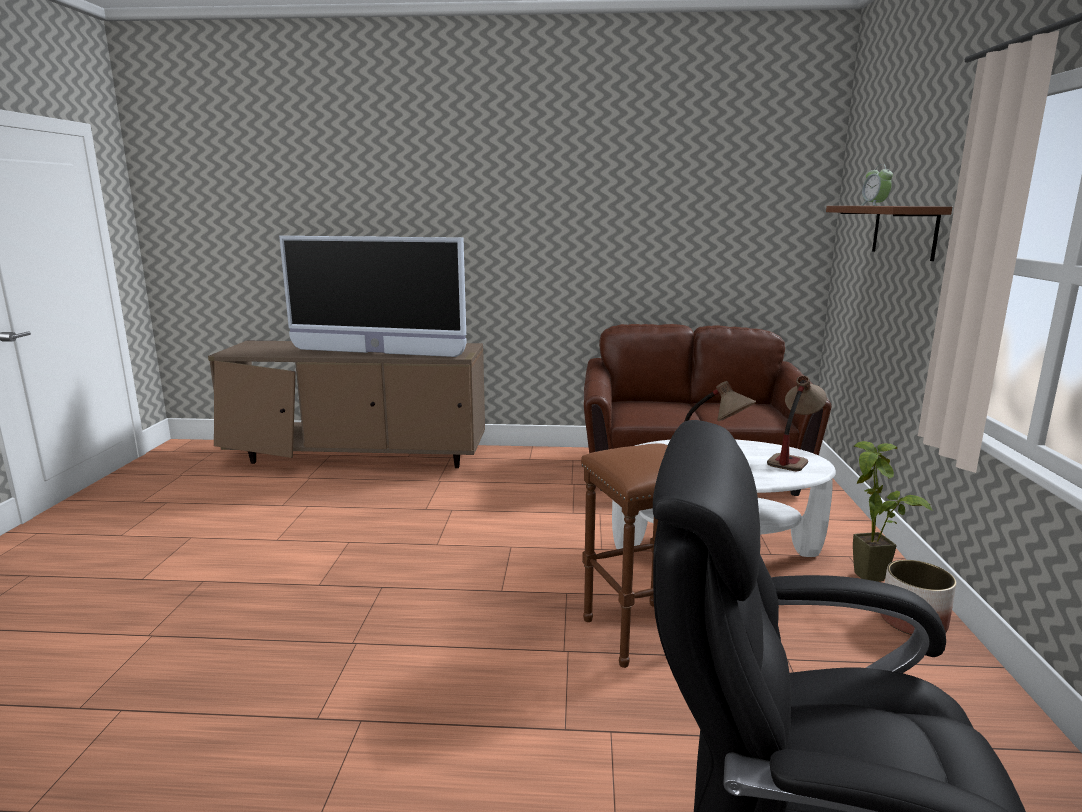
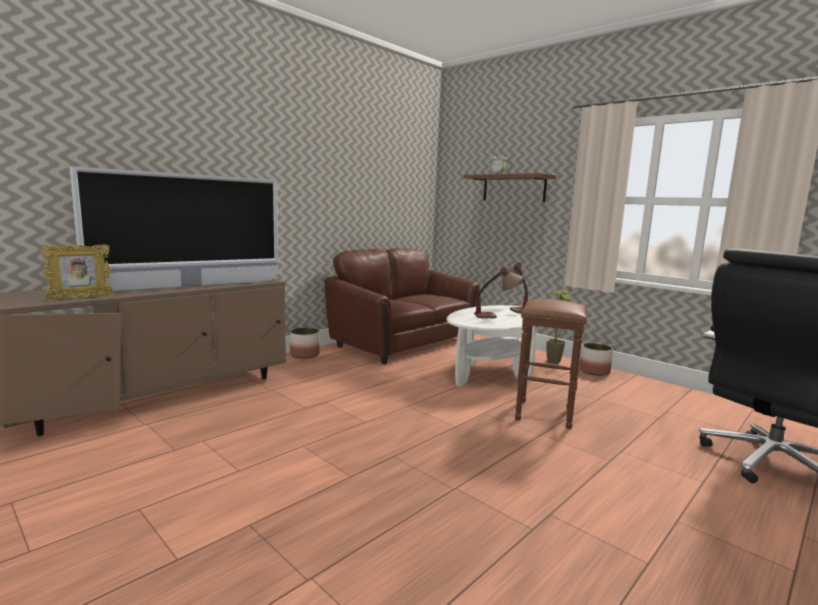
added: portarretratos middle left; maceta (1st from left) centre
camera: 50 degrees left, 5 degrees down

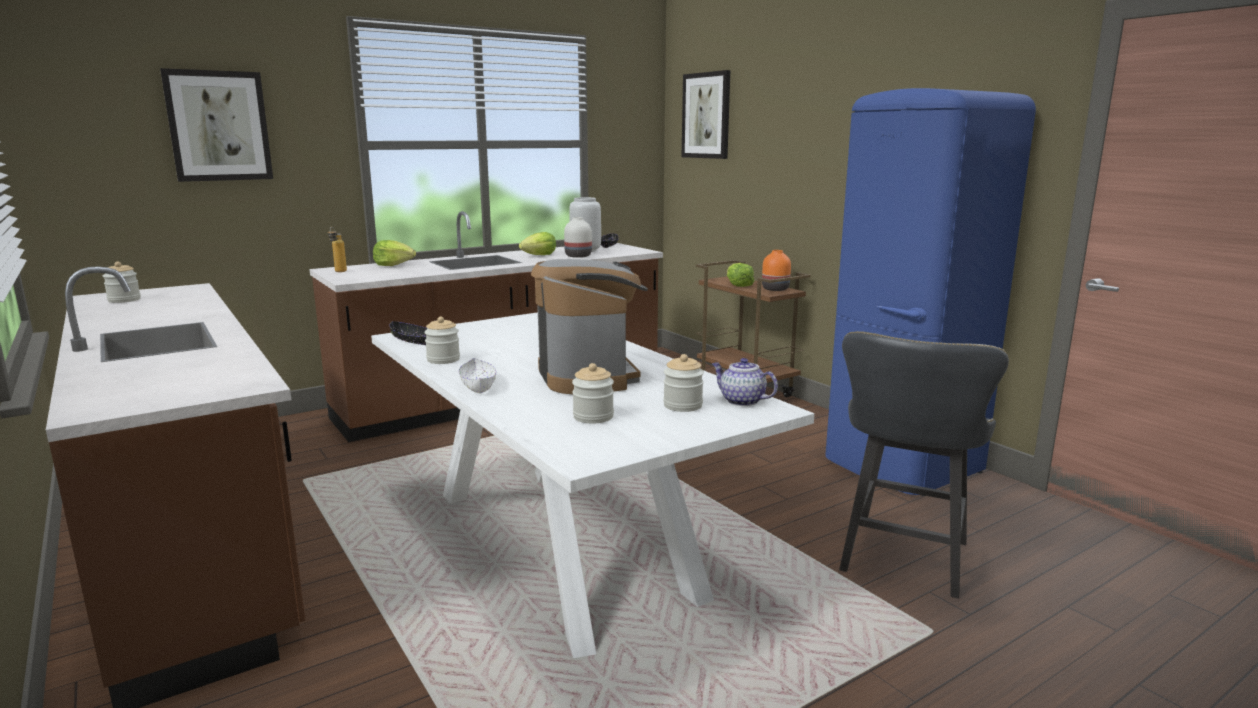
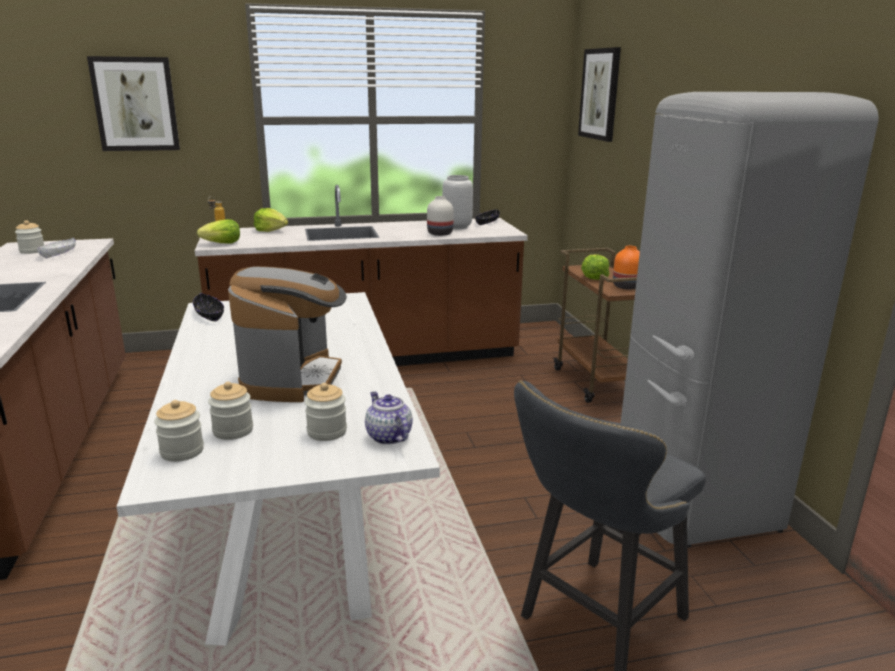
moved: lechuga (2nd from left in the first image) centre to lechuga (1st from left) middle left; tarro (2nd from left) centre to middle left; cuenco/blanco centre to middle left
recoloured: nevera/azul middle right to nevera/gris middle right
camera: 20 degrees right, 5 degrees up

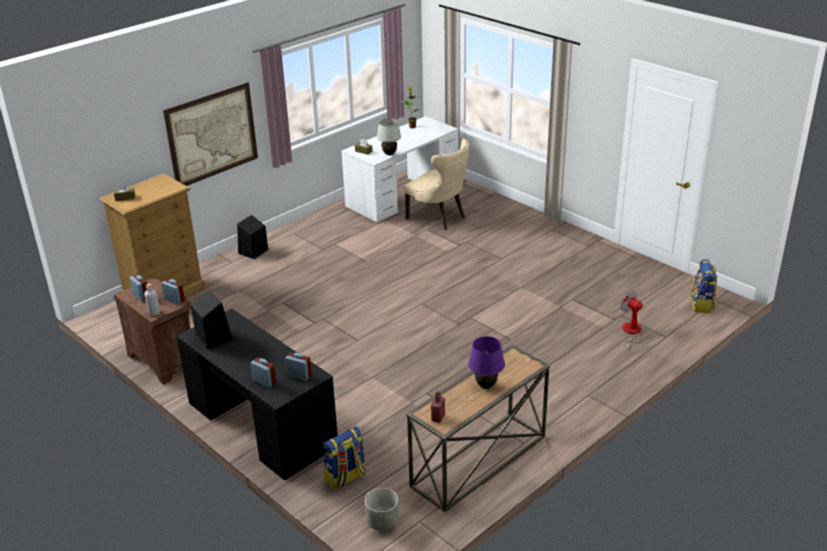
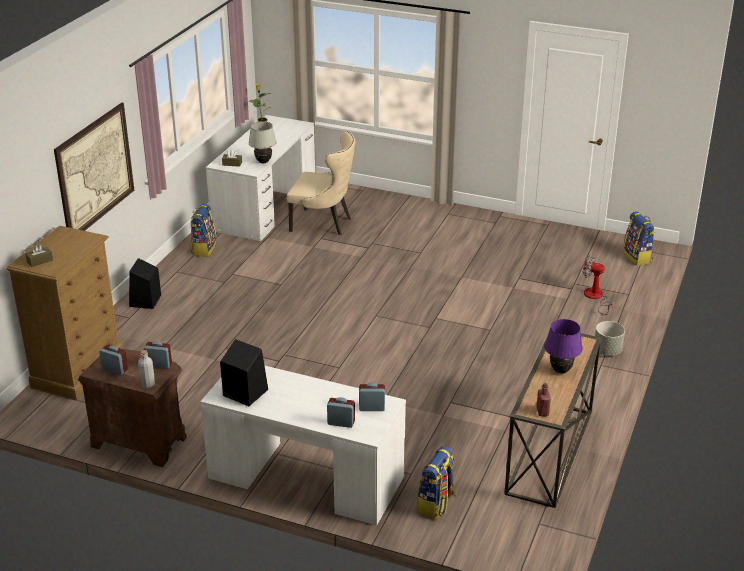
added: mochila (1st from left) middle left
moved: maceta/gris bottom centre to middle right
recoloured: escritorio/negro bottom left to escritorio/blanco (2nd from left) bottom centre
camera: 25 degrees left, 0 degrees up

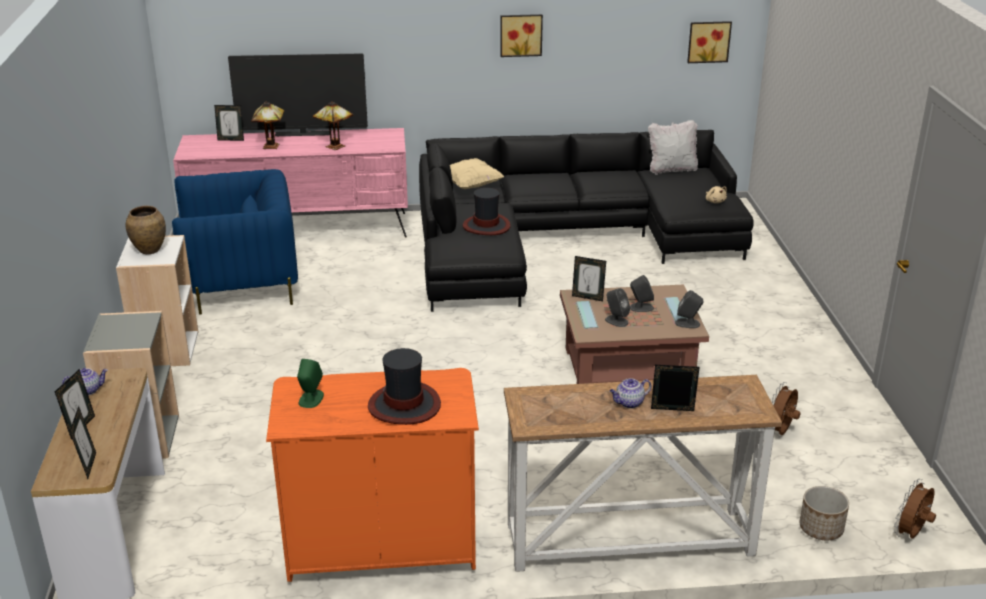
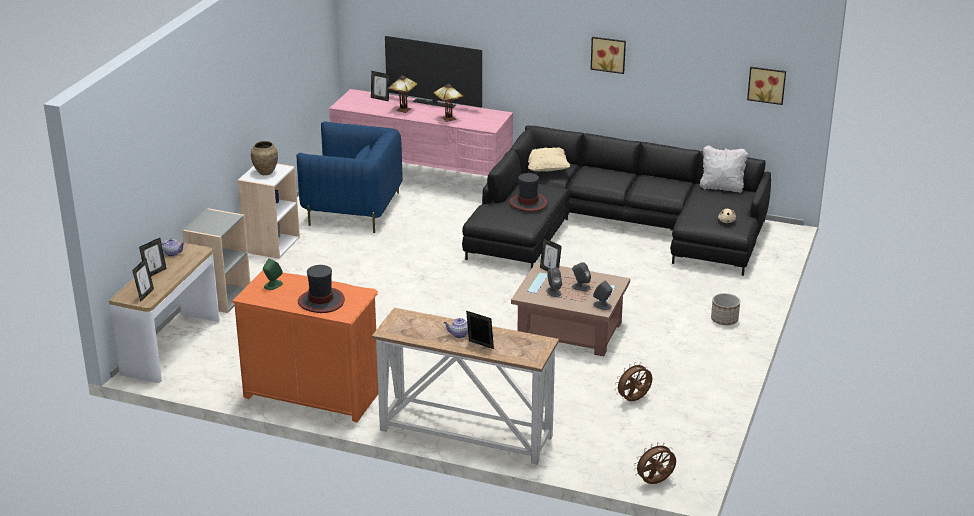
moved: maceta bottom right to middle right
camera: 25 degrees right, 0 degrees up

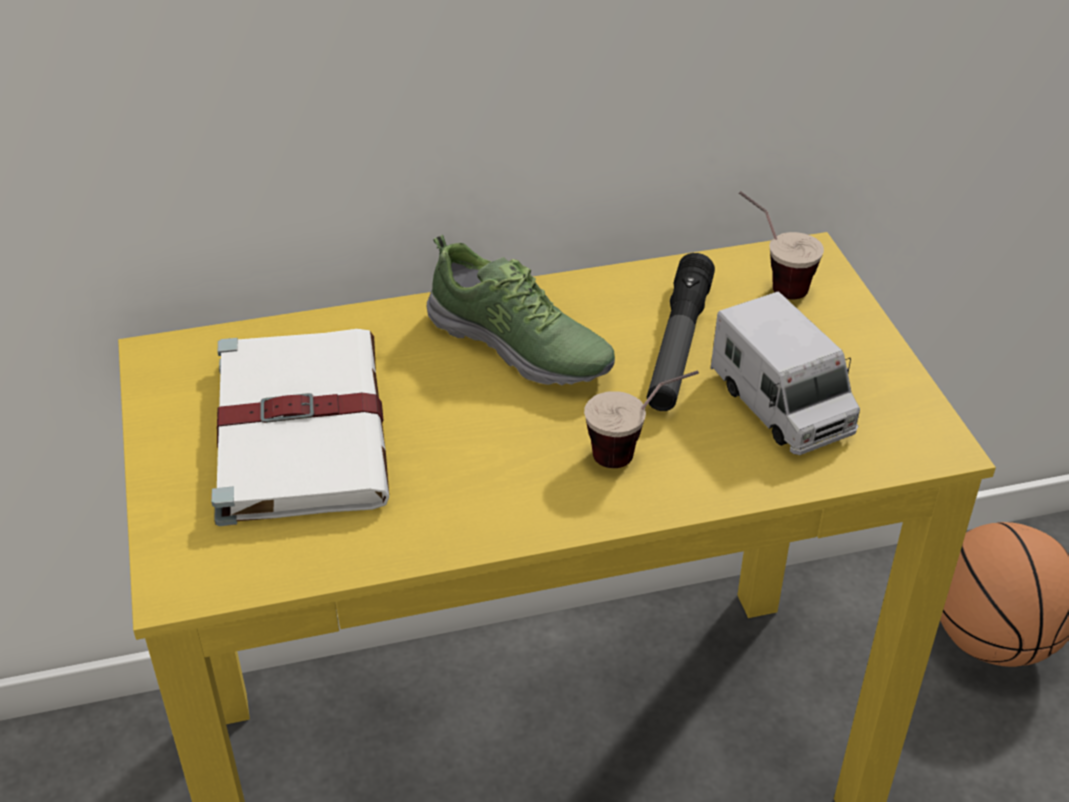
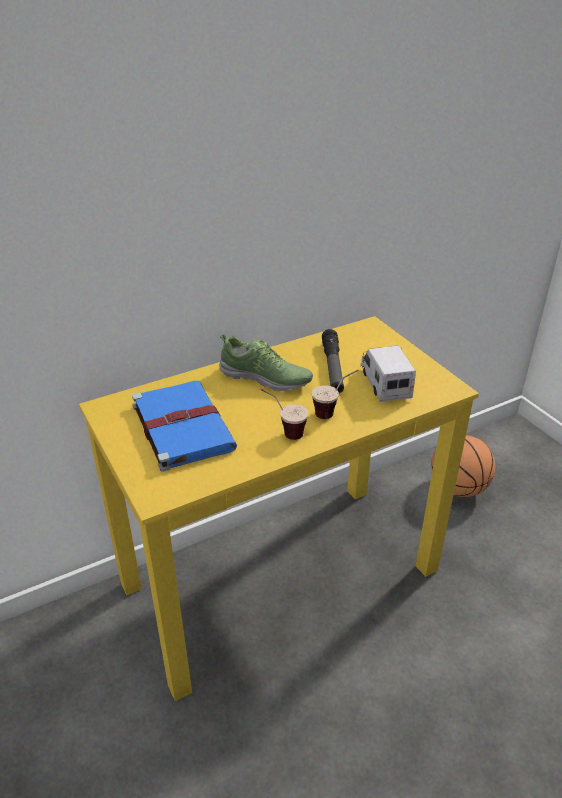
moved: taza (2nd from left in the first image) top right to taza (1st from left) centre
recoloured: libro/blanco middle left to libro/azul middle left
turned: camión de juguete middle right = middle right 150 degrees counterclockwise
camera: 15 degrees left, 5 degrees down

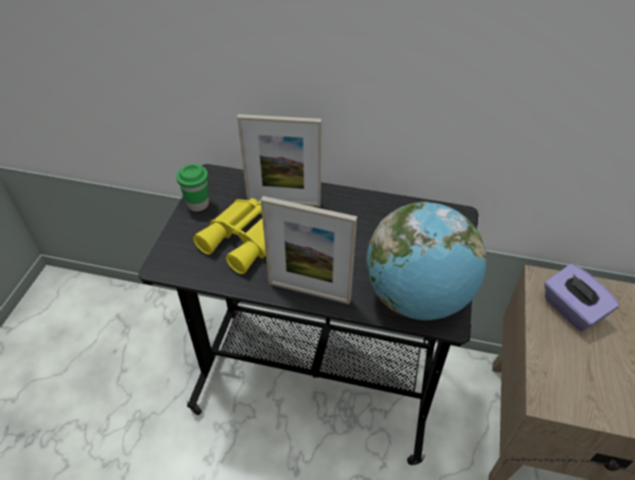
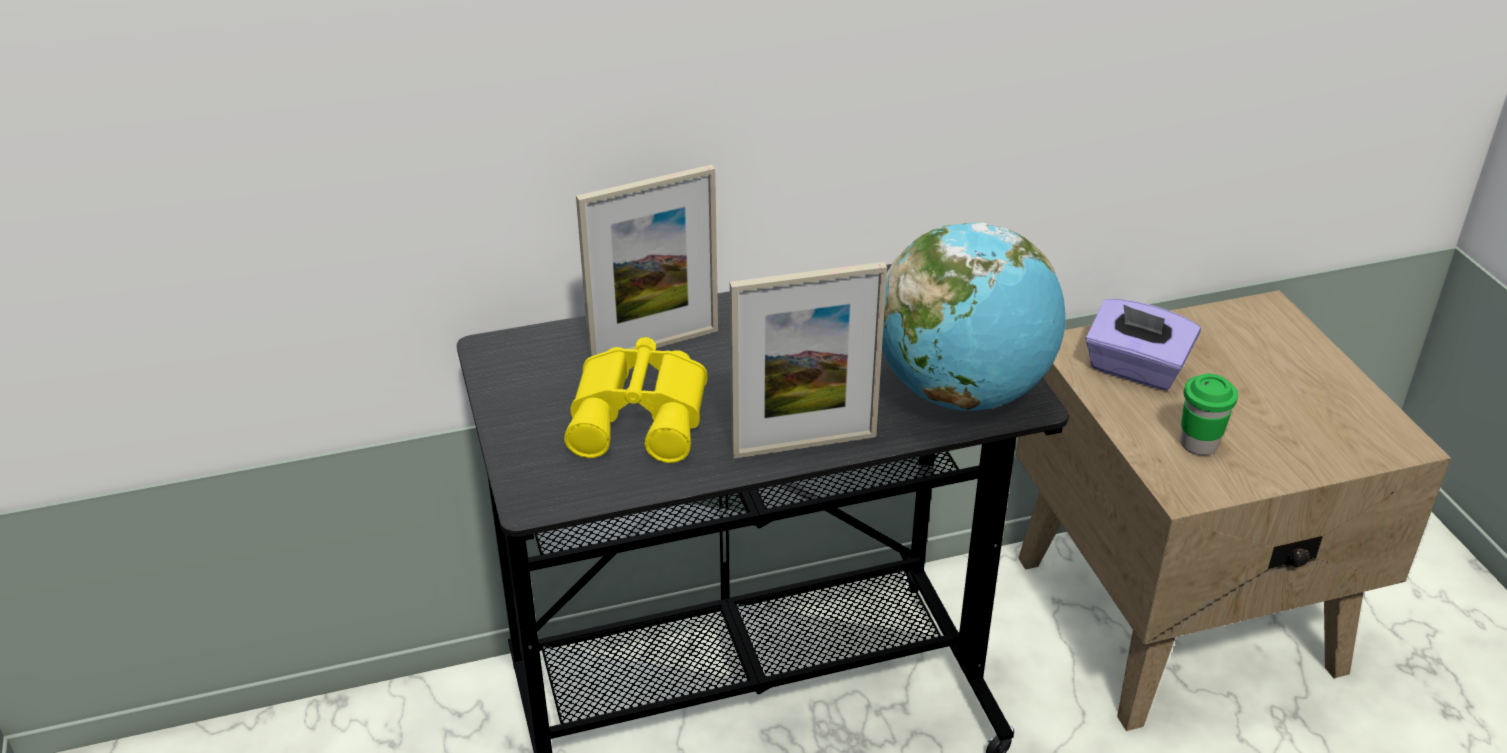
moved: taza/verde middle left to middle right
camera: 30 degrees left, 10 degrees down

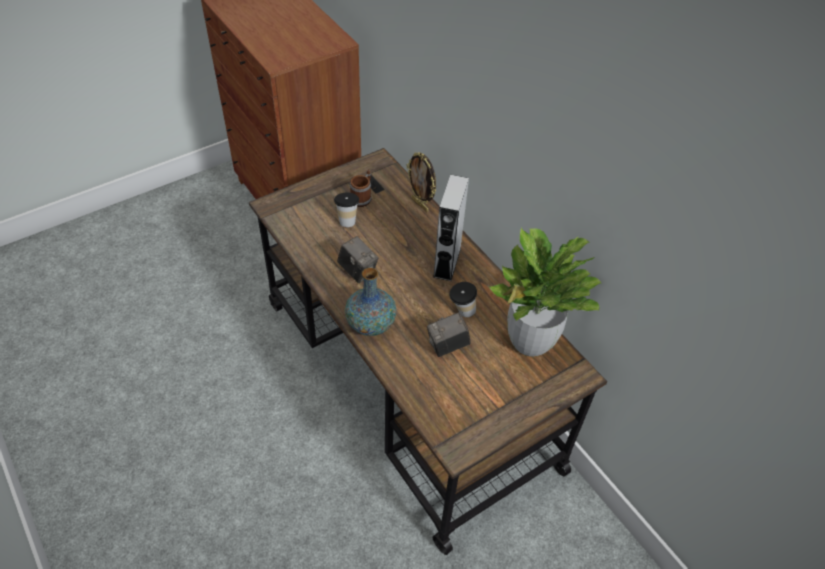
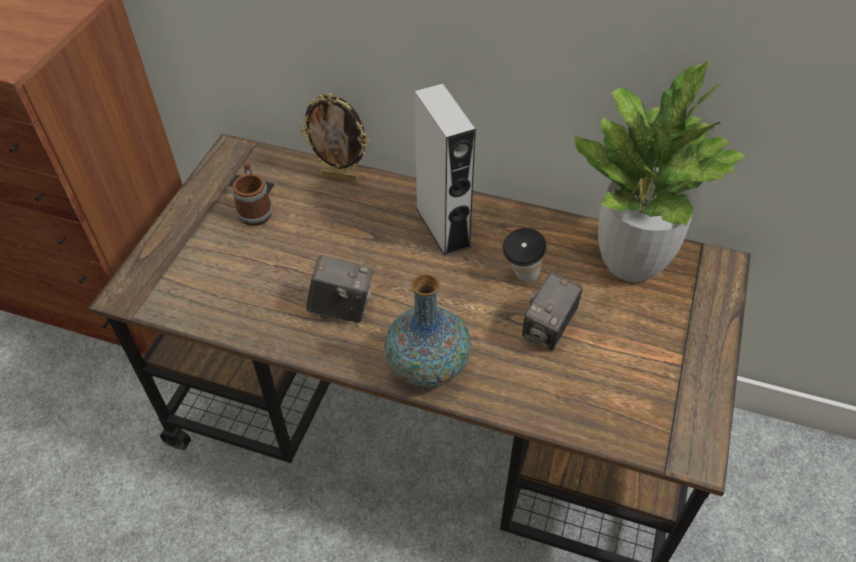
removed: taza (1st from left) centre
camera: 35 degrees left, 0 degrees up

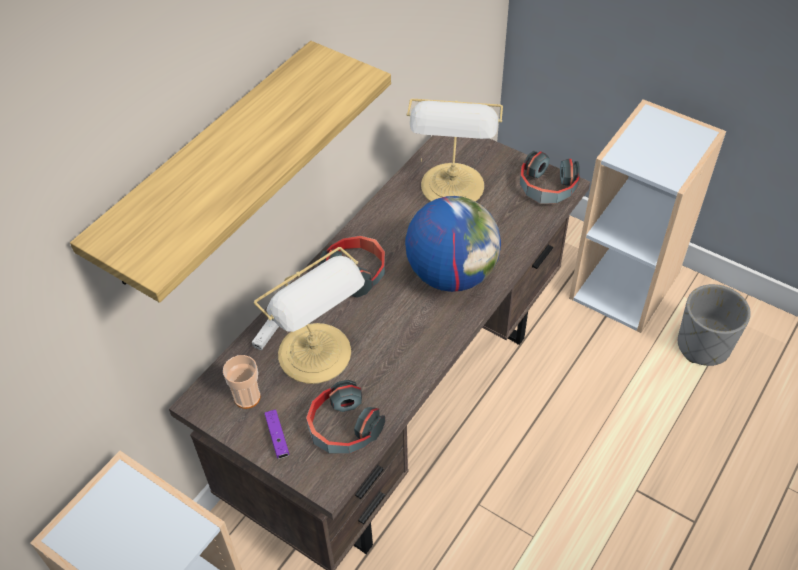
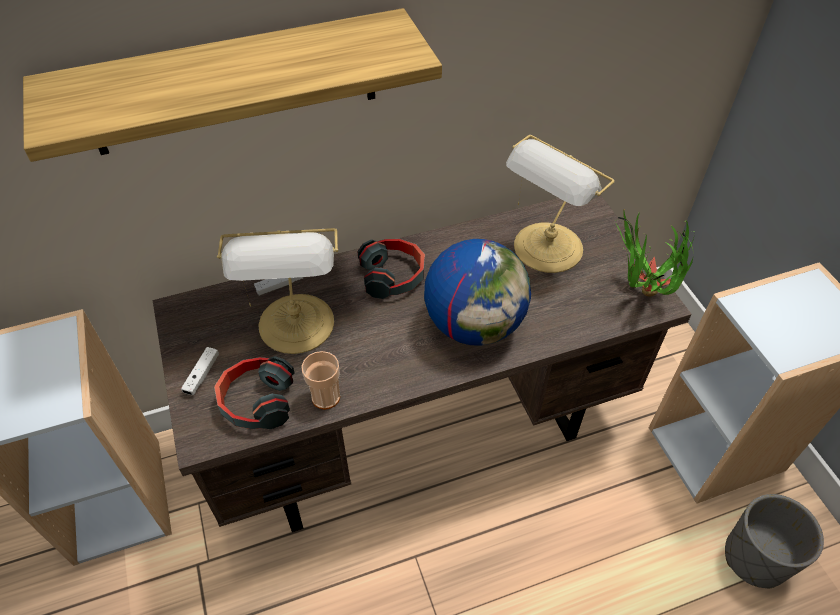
moved: taza bottom left to centre
replaced: auriculares (3rd from left) top right to planta en maceta middle right
recoloured: mando de consola/morado bottom centre to mando de consola/blanco (1st from left) middle left
camera: 35 degrees right, 0 degrees up

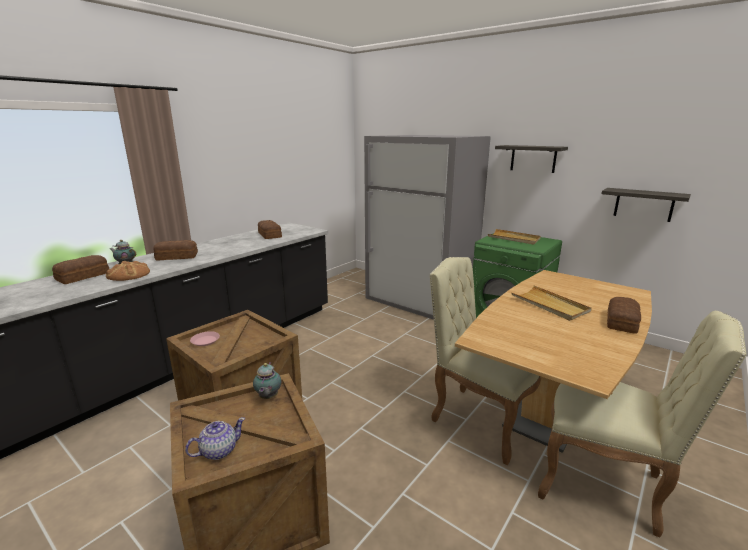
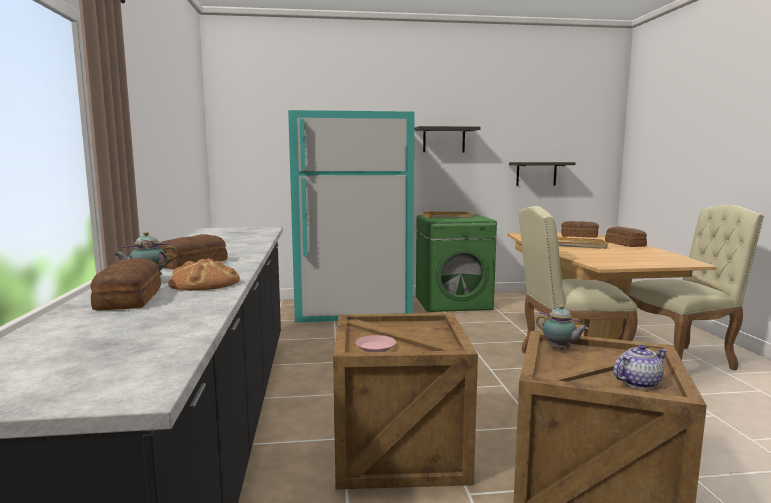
moved: pan (4th from left) centre to middle right
recoloured: nevera/gris centre to nevera/turquesa centre
turned: tetera (2nd from left in the first image) bottom left = bottom right 60 degrees clockwise
camera: 45 degrees left, 10 degrees down

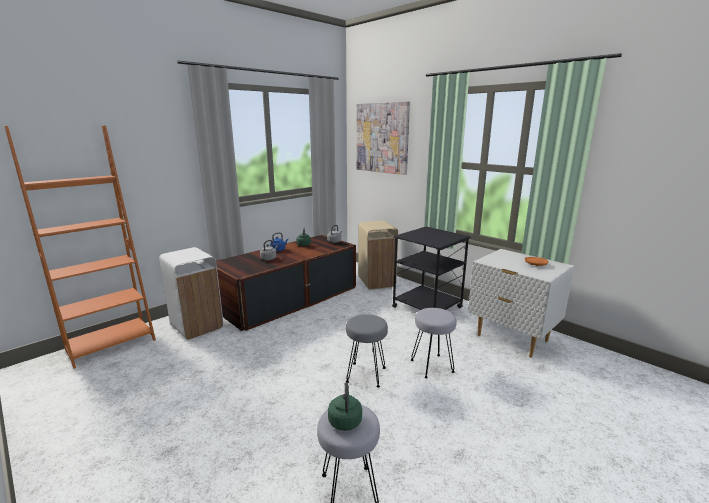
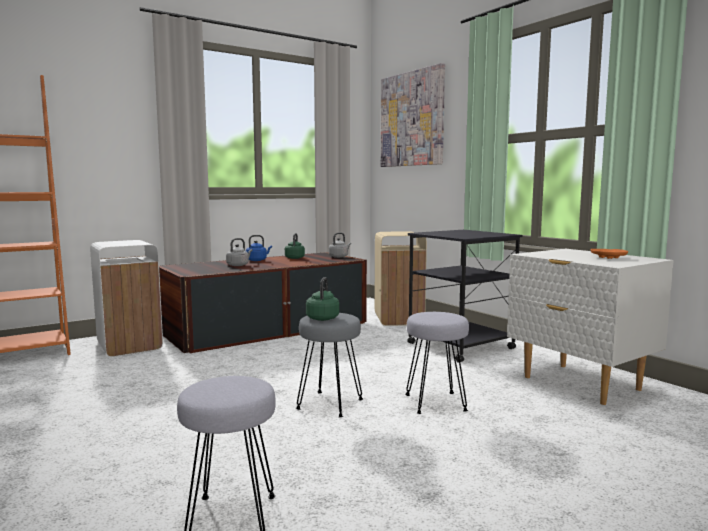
moved: hervidor/verde (2nd from left) bottom centre to centre
camera: 10 degrees right, 10 degrees down

